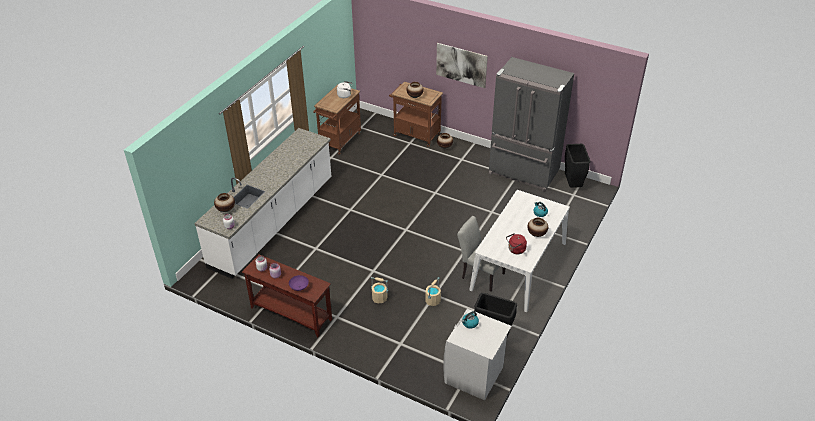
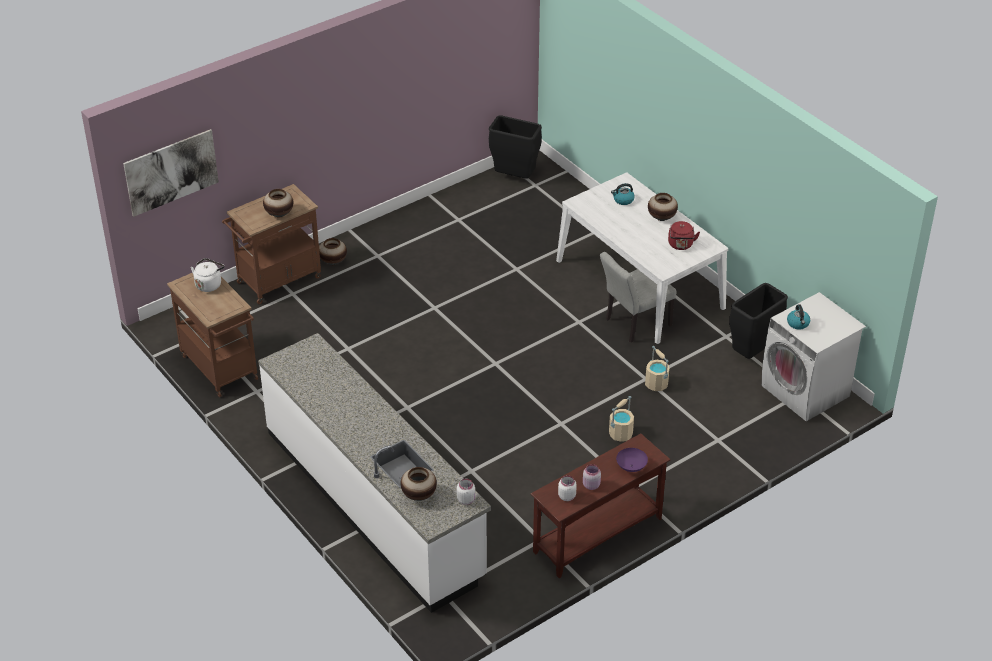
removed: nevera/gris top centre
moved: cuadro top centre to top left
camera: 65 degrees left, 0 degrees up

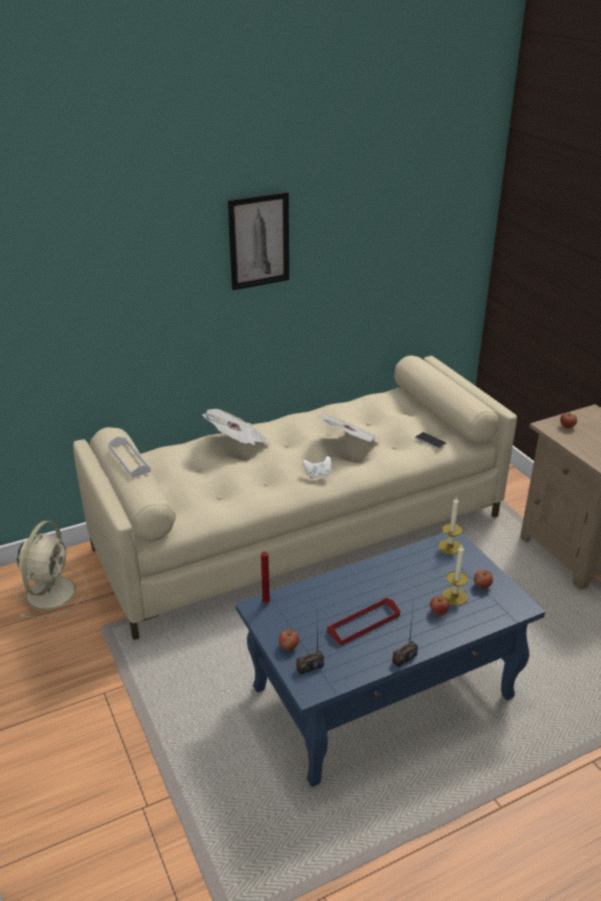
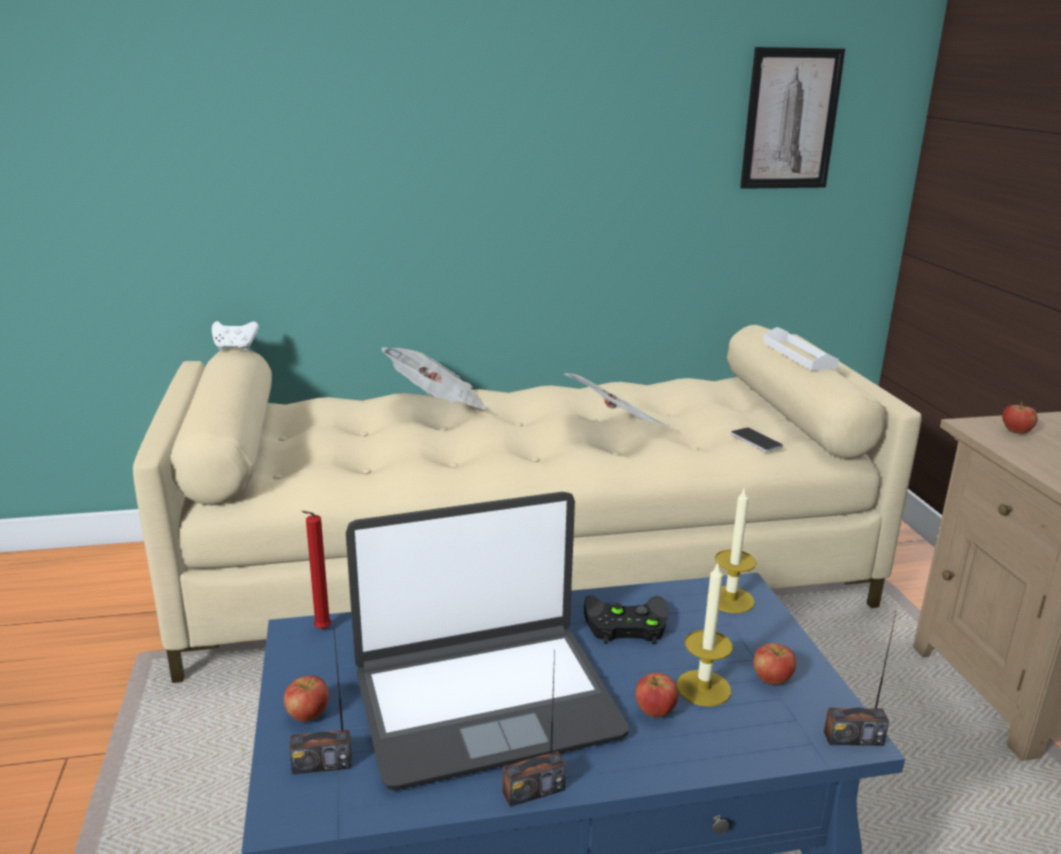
removed: ventilador/beis middle left
added: mando de consola/negro bottom centre; radio (3rd from left) bottom right
moved: cuadro top centre to top right; bandeja/blanco middle left to middle right; mando de consola/blanco centre to middle left
replaced: bandeja/rojo bottom centre to portátil bottom centre
camera: 15 degrees right, 10 degrees down

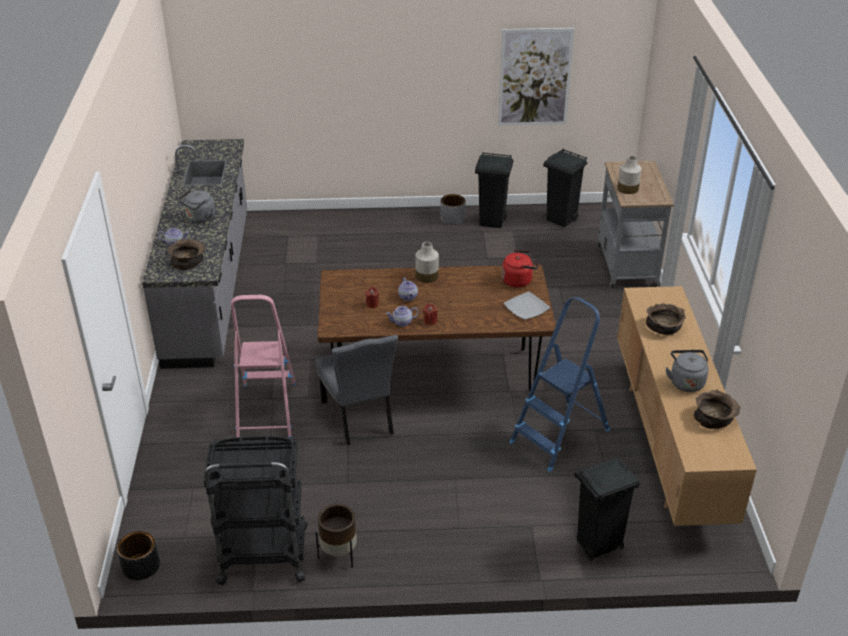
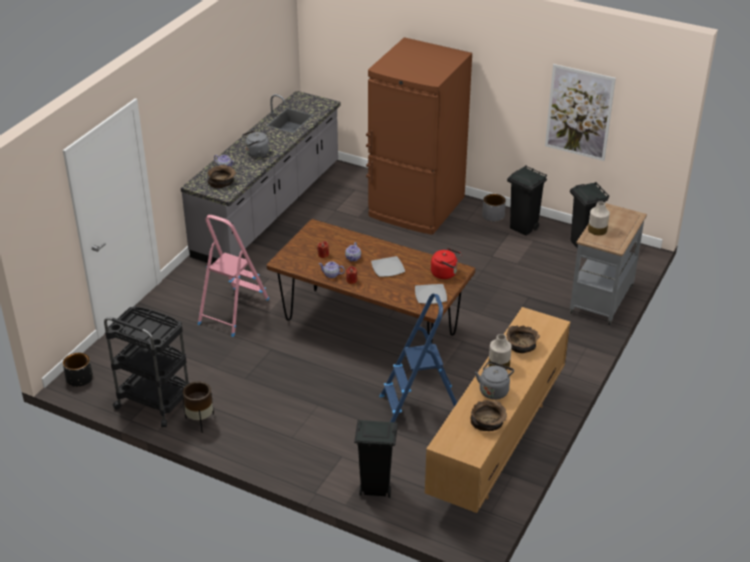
removed: silla/gris centre
added: nevera/marrón top centre; plato (1st from left) centre
moved: florero/beis (1st from left) centre to middle right
camera: 30 degrees right, 0 degrees up

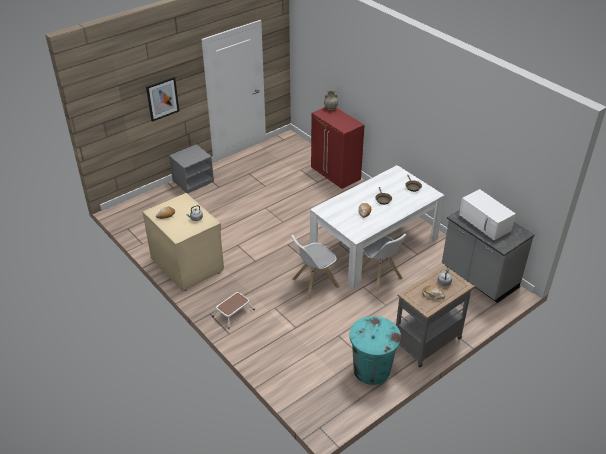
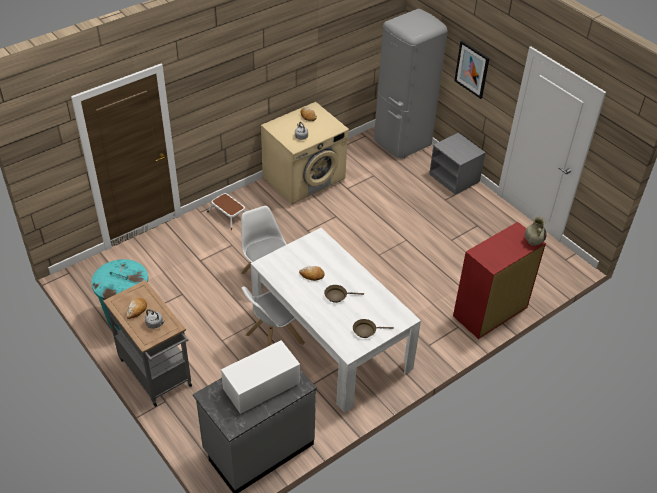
added: nevera/gris top centre
camera: 90 degrees right, 5 degrees up

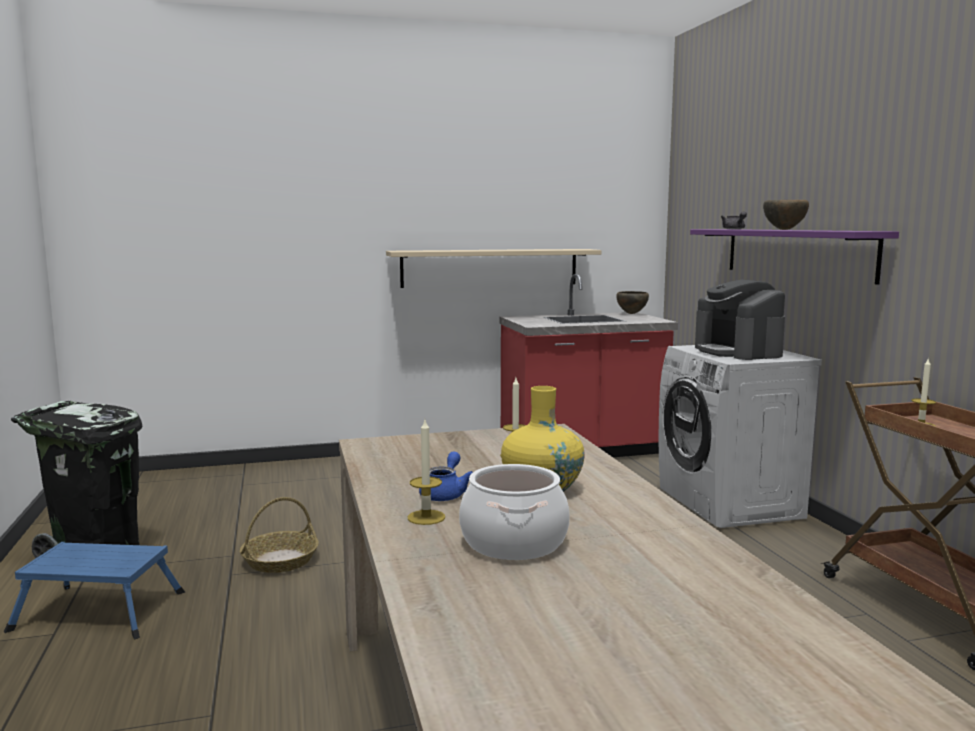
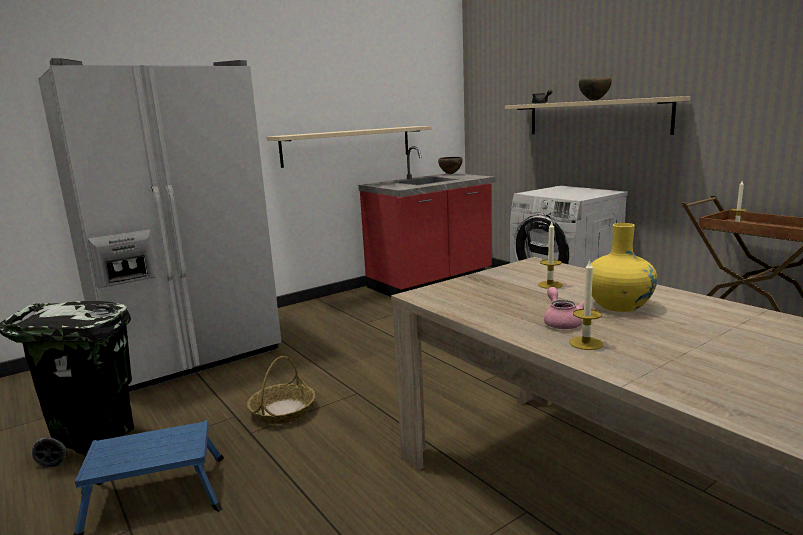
removed: cafetera middle right; olla bottom centre
added: nevera/blanco middle left
recoloured: estante/morado middle right to estante/beis (2nd from left) top right; tetera/azul centre to tetera/rosa middle right
camera: 20 degrees left, 5 degrees up

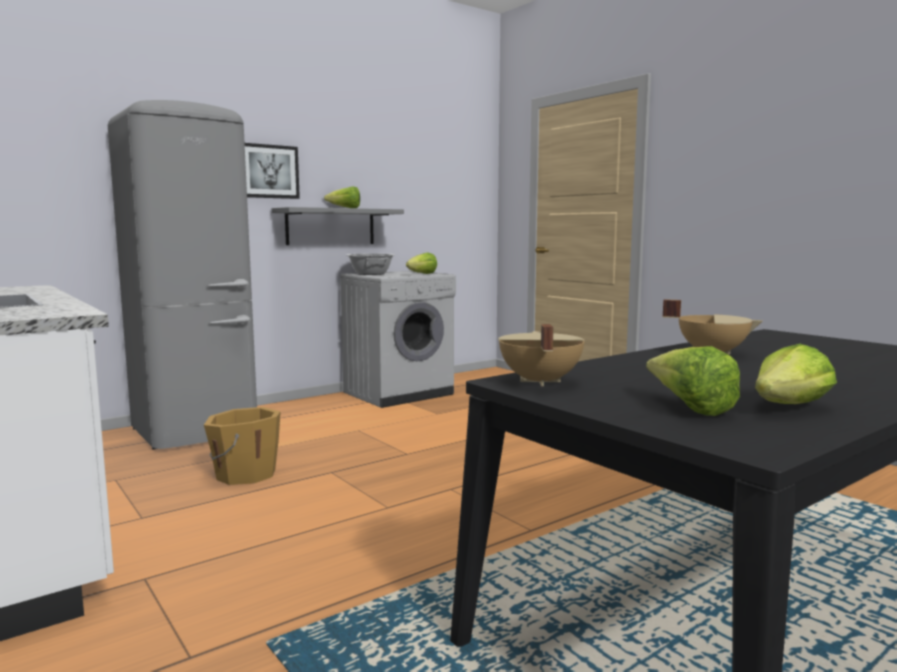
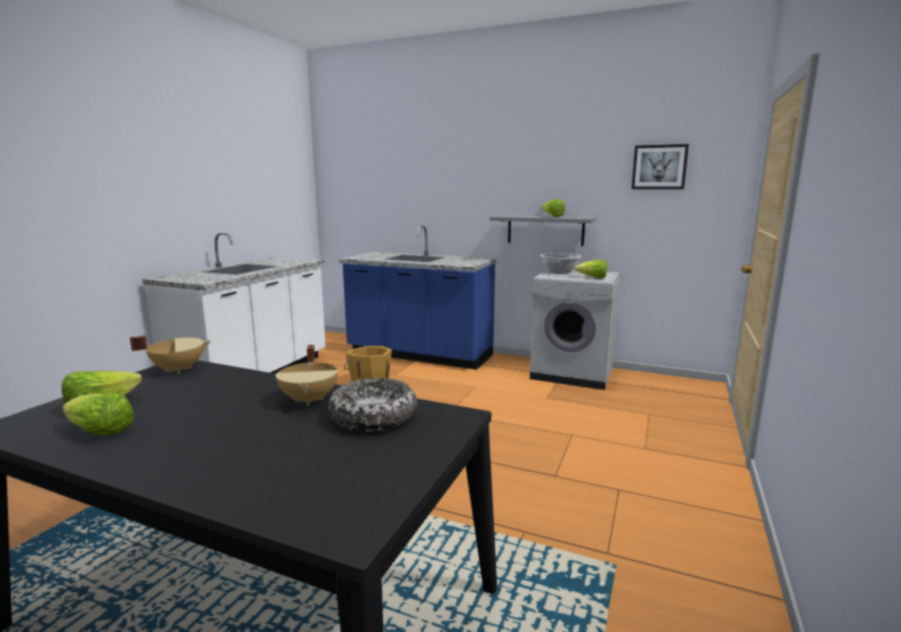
added: cuenco centre
moved: cuadro top left to top right
replaced: nevera/gris middle left to mueble bajo de cocina/azul centre
camera: 60 degrees right, 5 degrees up

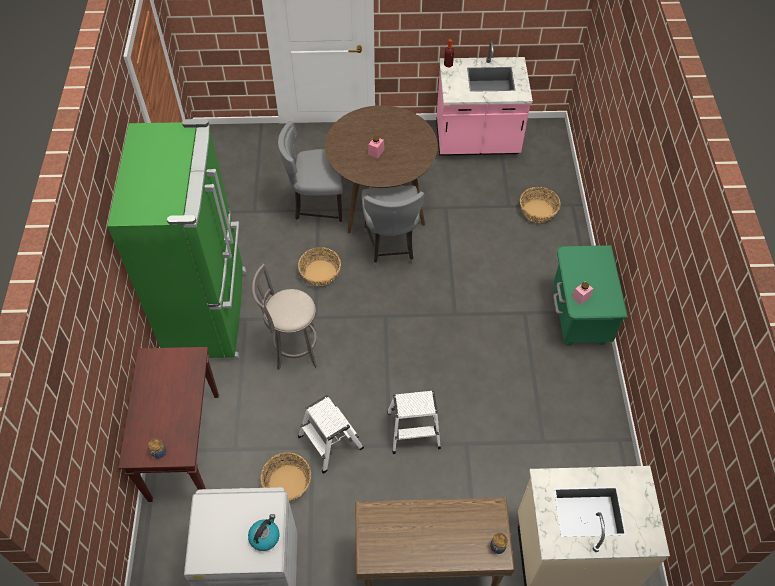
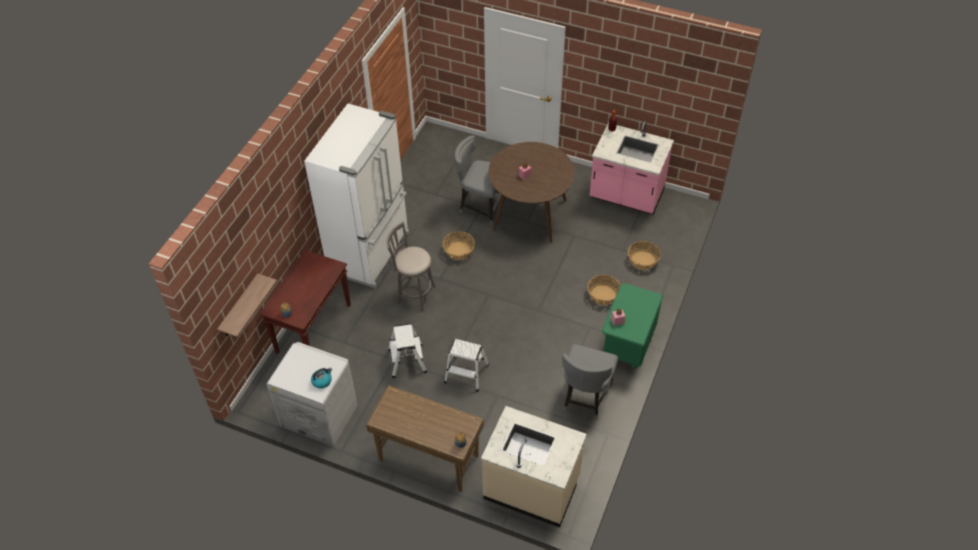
added: estante middle left
moved: silla/gris (2nd from left) centre to bottom centre; cesta (1st from left in the first image) bottom centre to cesta (2nd from left) centre
recoloured: nevera/verde middle left to nevera/blanco centre
camera: 25 degrees right, 5 degrees down

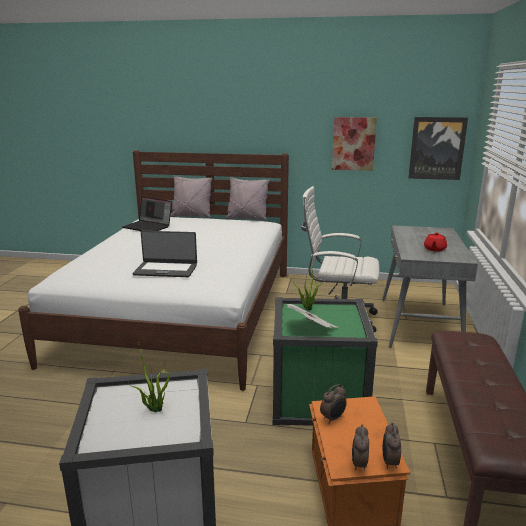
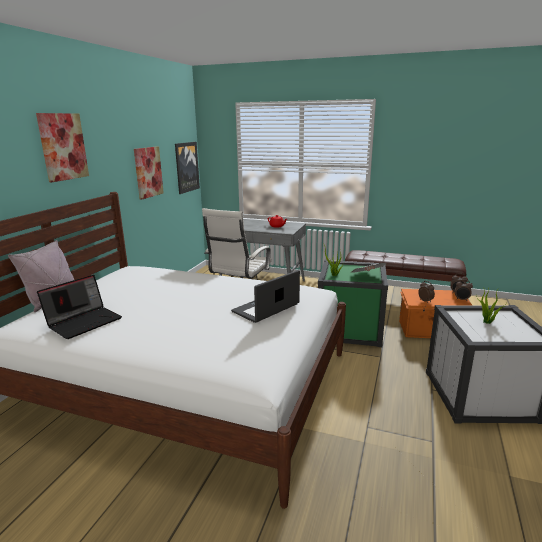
removed: cojín/morado (2nd from left) centre
added: cuadro (1st from left) top left
turned: portátil (2nd from left) middle left = centre 150 degrees counterclockwise
camera: 80 degrees left, 0 degrees up

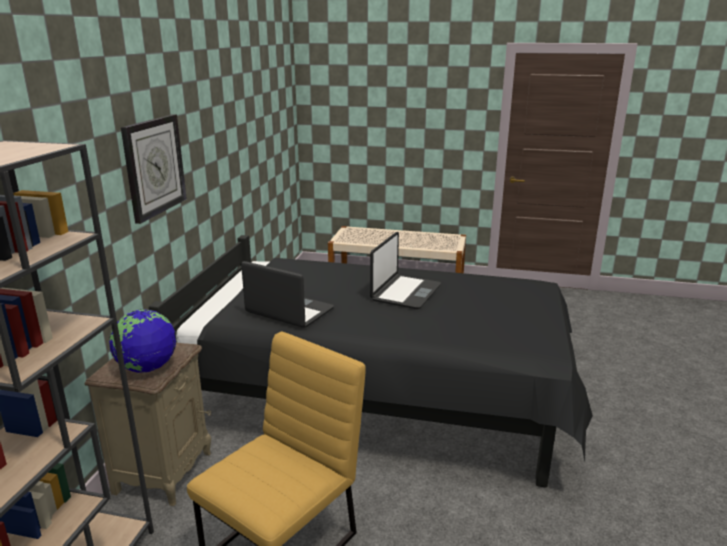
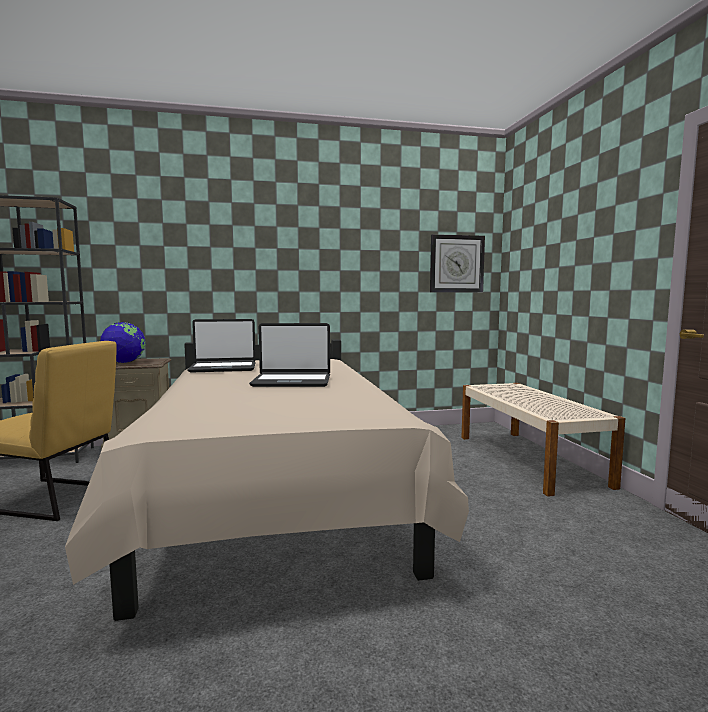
moved: reloj de pared top left to centre
recoloured: cama/negro centre to cama/beis bottom centre
turned: portátil (1st from left) centre = middle left 75 degrees clockwise
camera: 65 degrees right, 15 degrees down

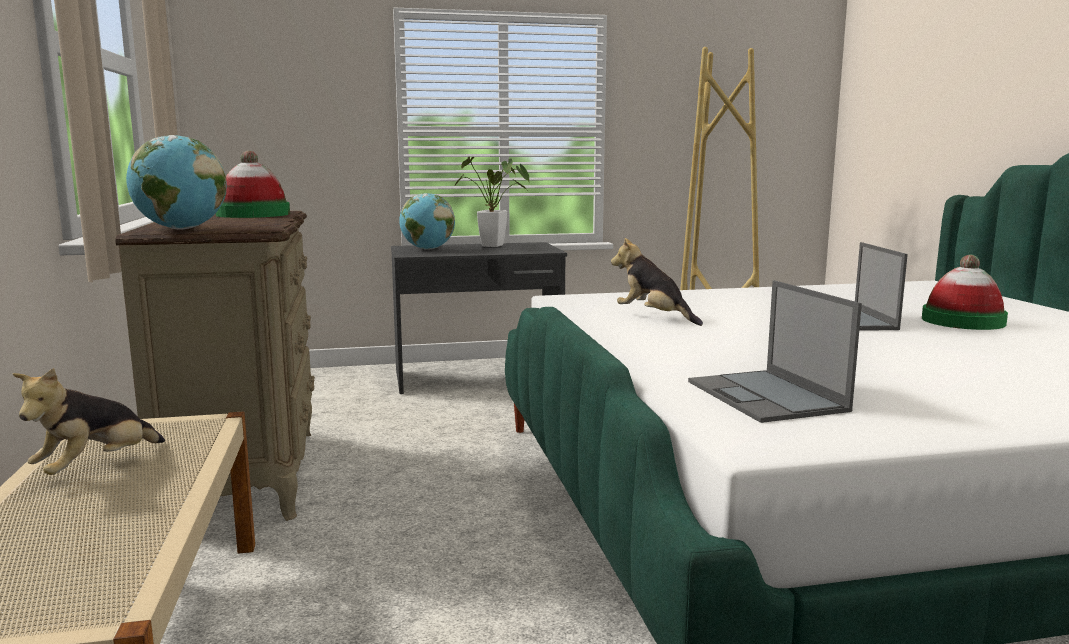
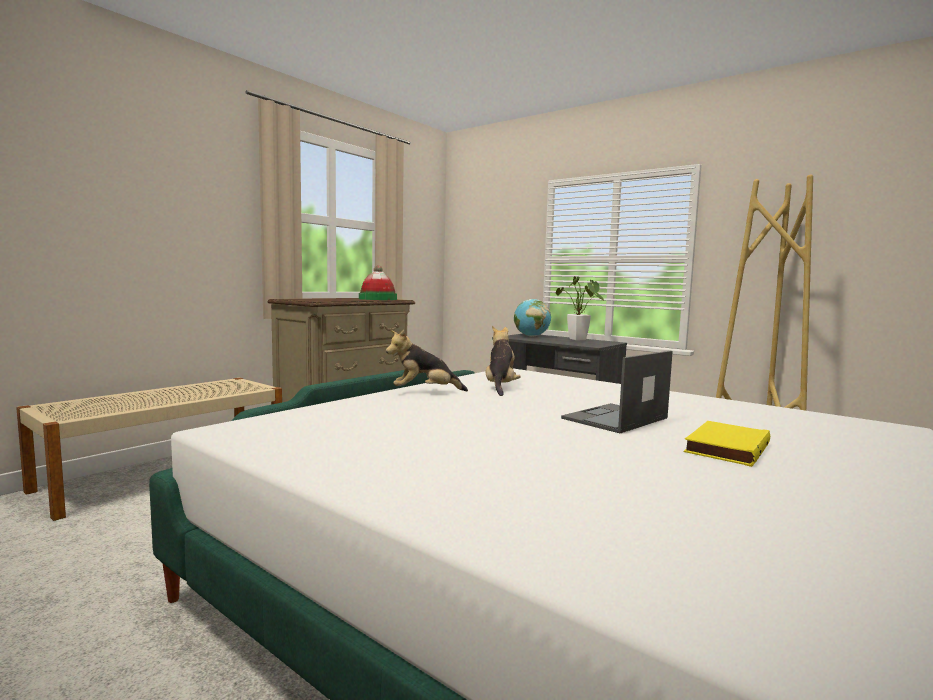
removed: globo terráqueo (1st from left) top left; portátil (1st from left) middle right
moved: peluche (1st from left) middle left to centre
replaced: sombrero (2nd from left) middle right to libro/amarillo middle right
camera: 50 degrees right, 5 degrees down

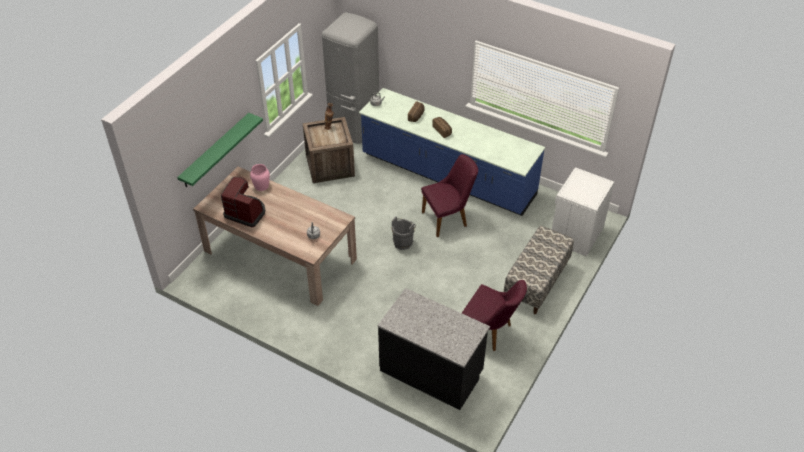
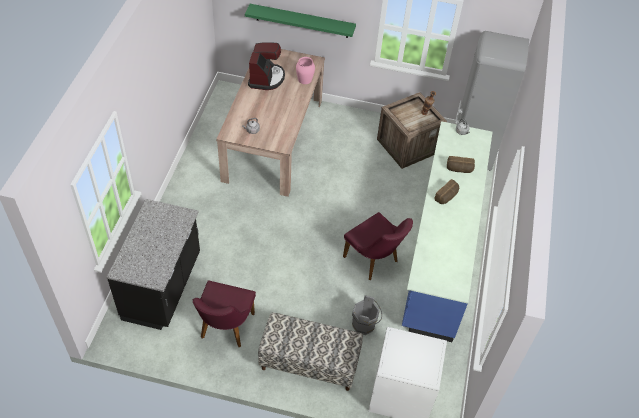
moved: cubo/gris centre to bottom centre
camera: 70 degrees right, 5 degrees up

